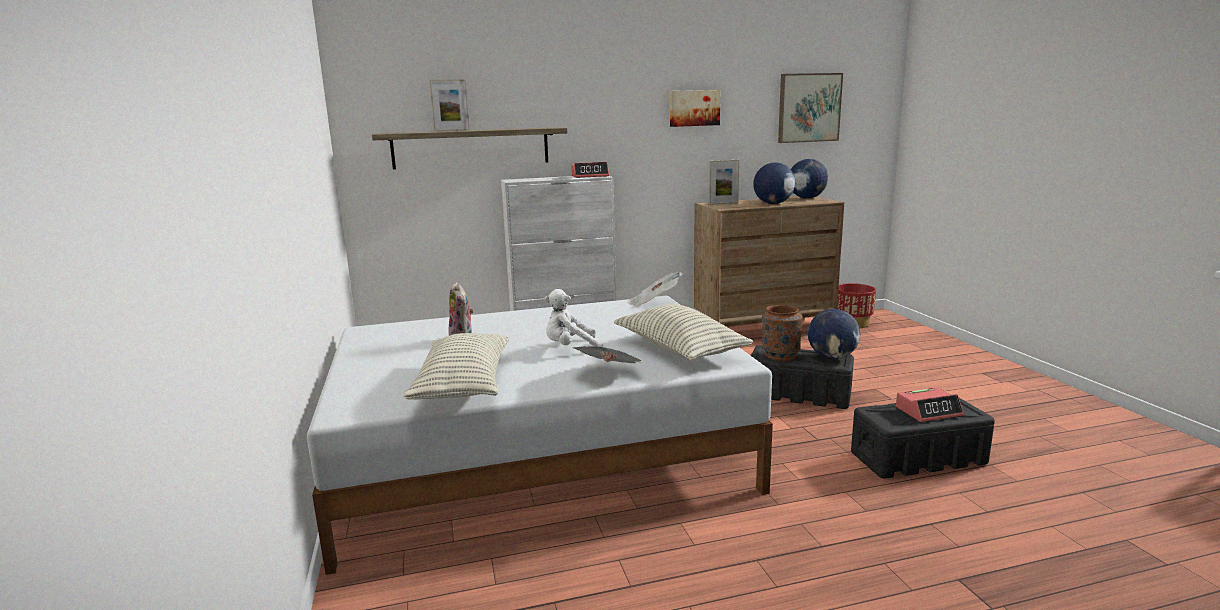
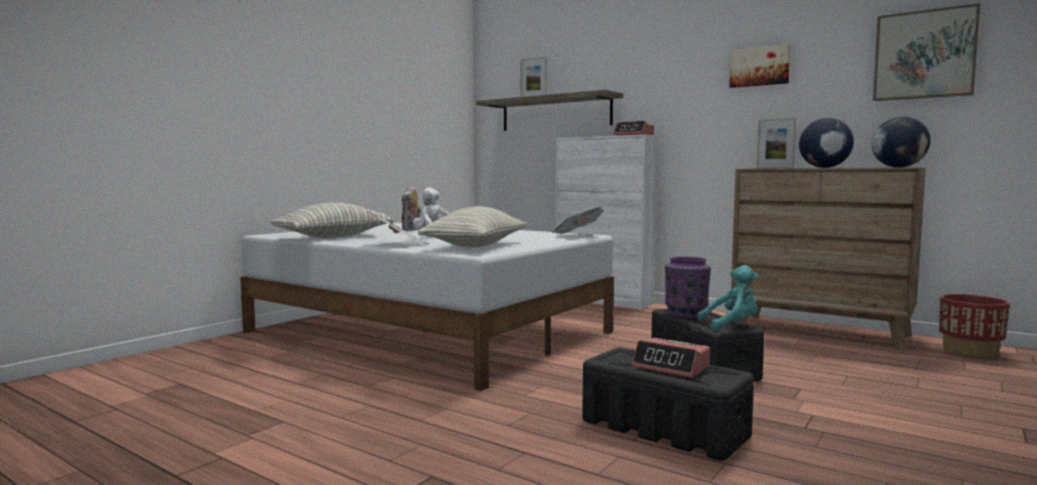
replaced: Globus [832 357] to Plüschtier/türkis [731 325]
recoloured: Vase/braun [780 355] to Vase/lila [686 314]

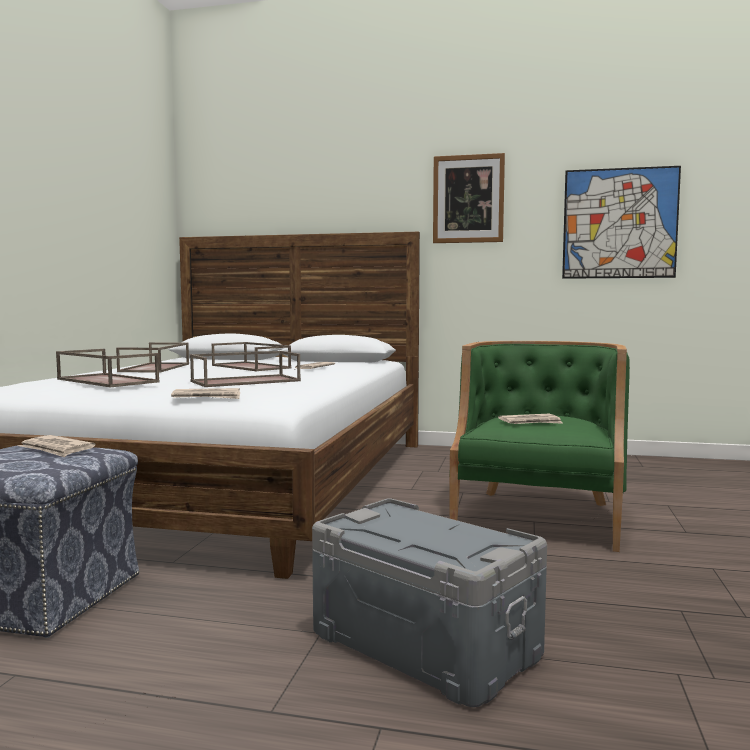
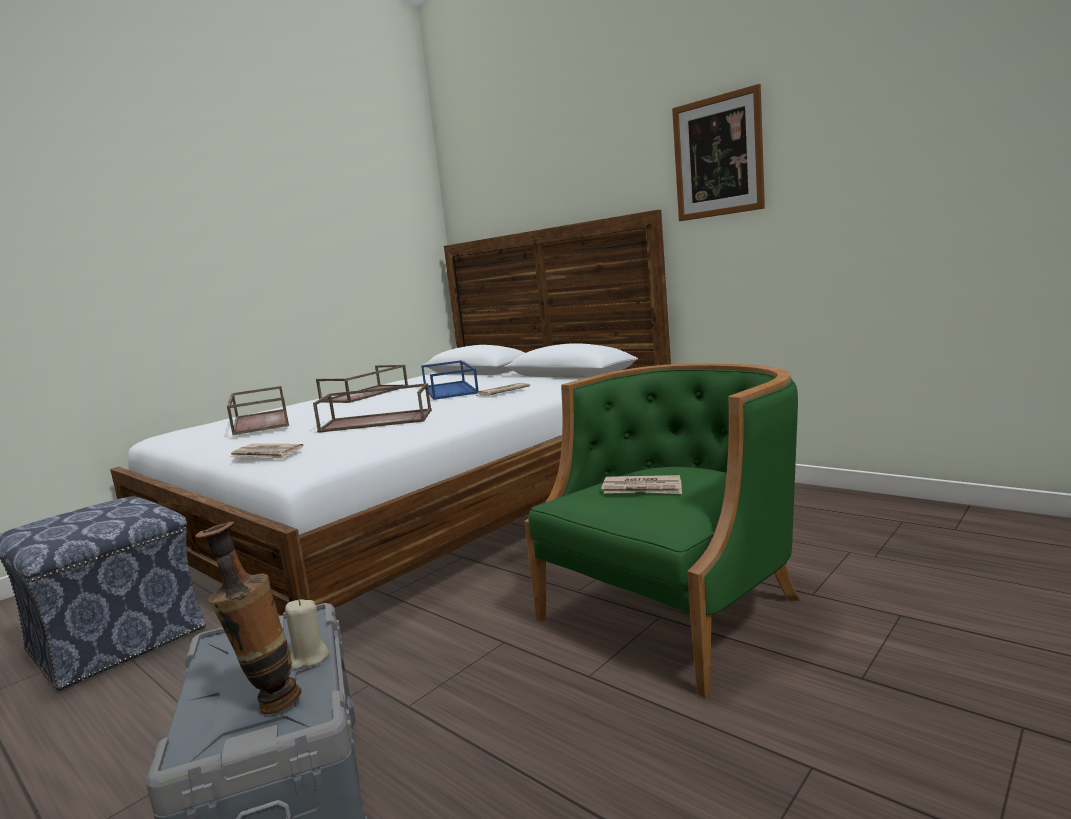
removed: Zeitung [56 449]; Bild [619 223]
added: Vase [268 704]; Kerze/beige [309 658]
recoloured: Tablett/braun [252 367] to Tablett/blau [451 390]

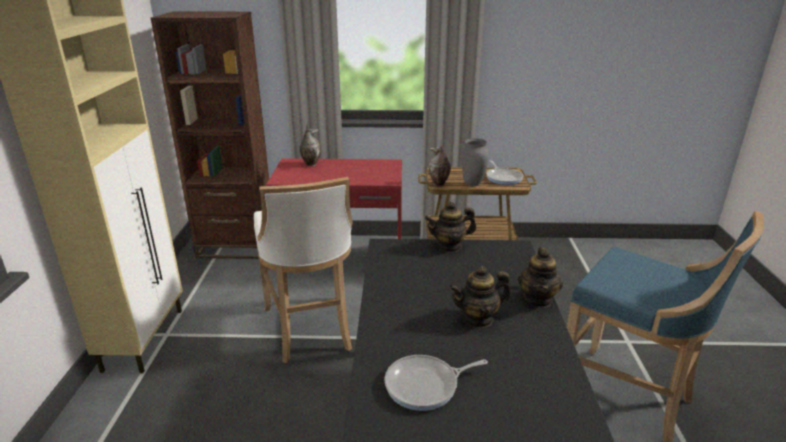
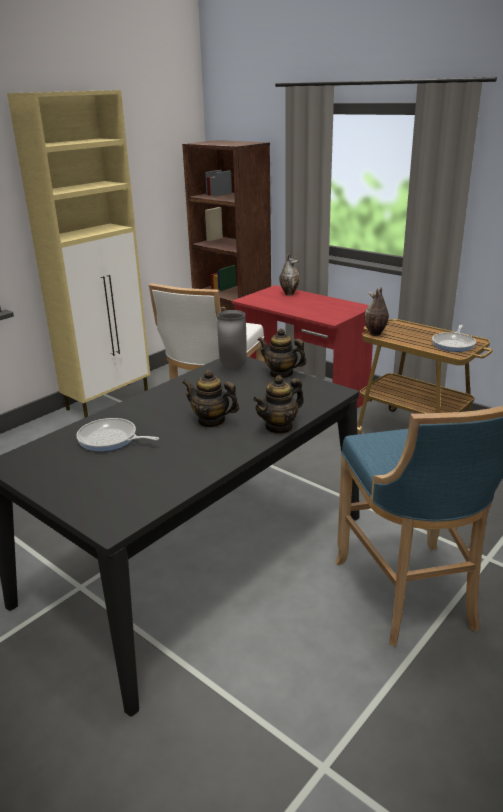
moved: Vase/grau [473 184] to [234 368]

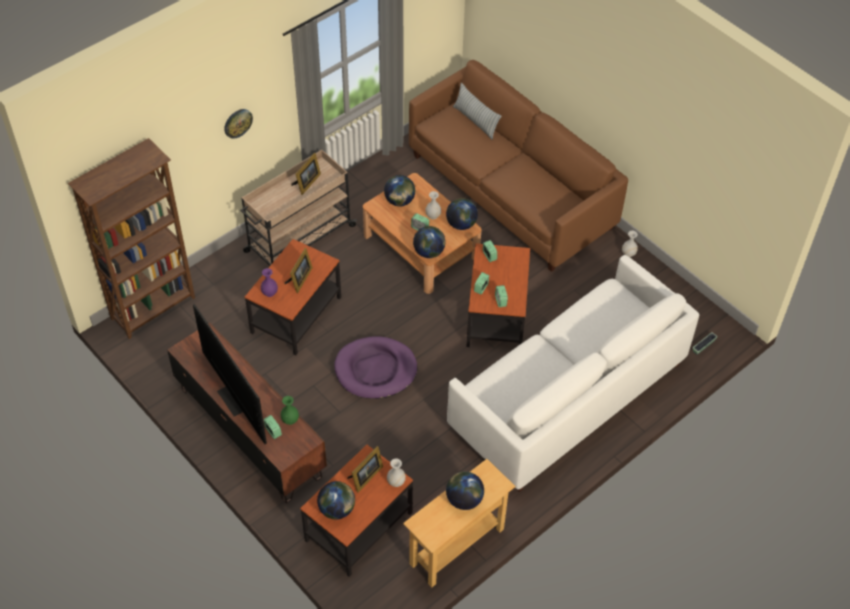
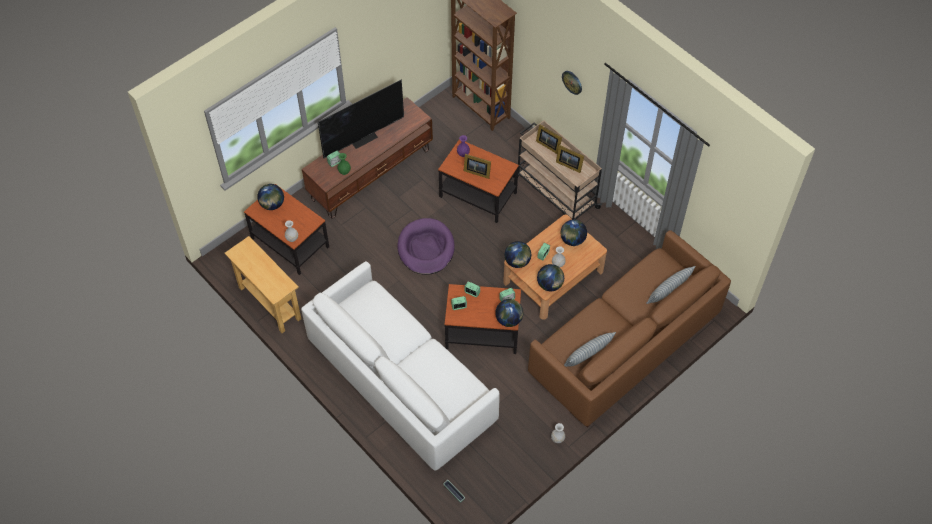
added: Kissen [588 355]
moved: Bilderrahmen [365 477] to [548 145]; Globus [464 499] to [509 319]

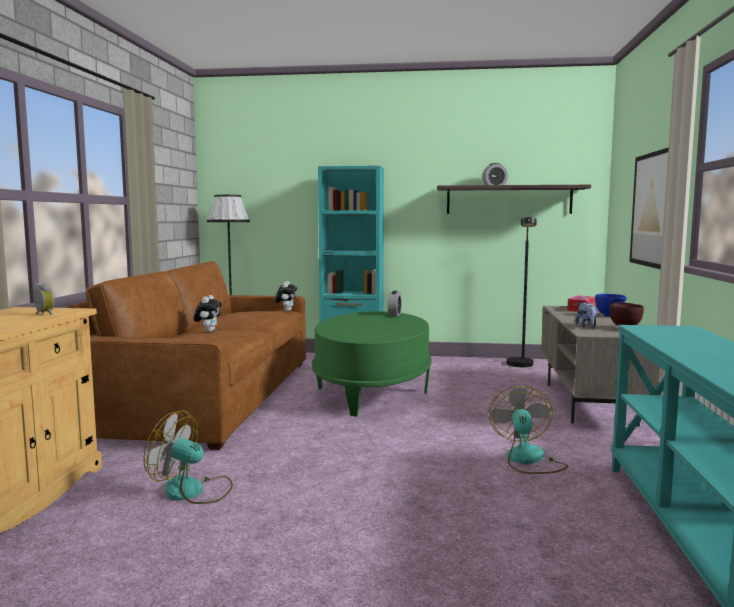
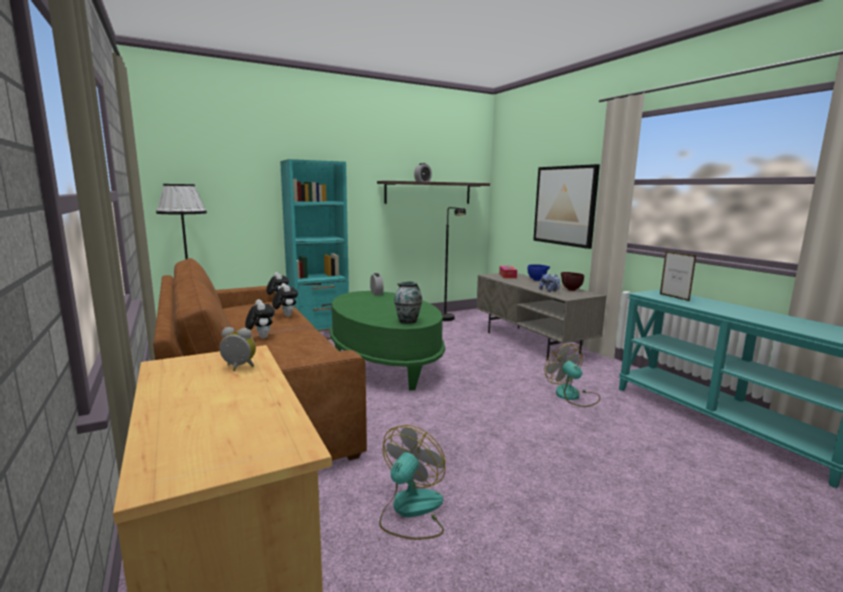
added: Plüschtier [285 316]; Vase [408 321]; Bilderrahmen [674 297]
turned: Ventilator [193 491] = [411 511] 135 degrees clockwise

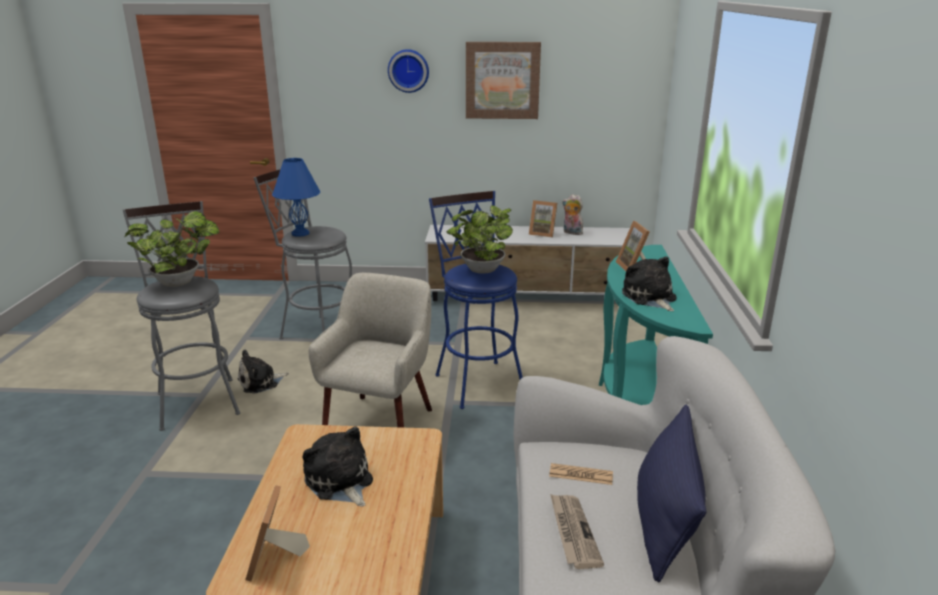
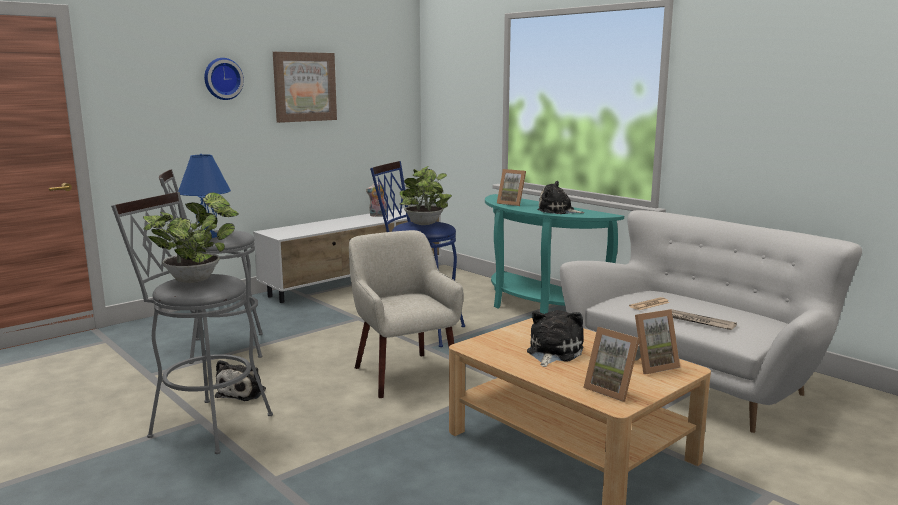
removed: Kissen/blau [665 520]
moved: Bilderrahmen [543 233] to [651 365]
turned: Plüschtier [340 482] = [552 352] 105 degrees clockwise

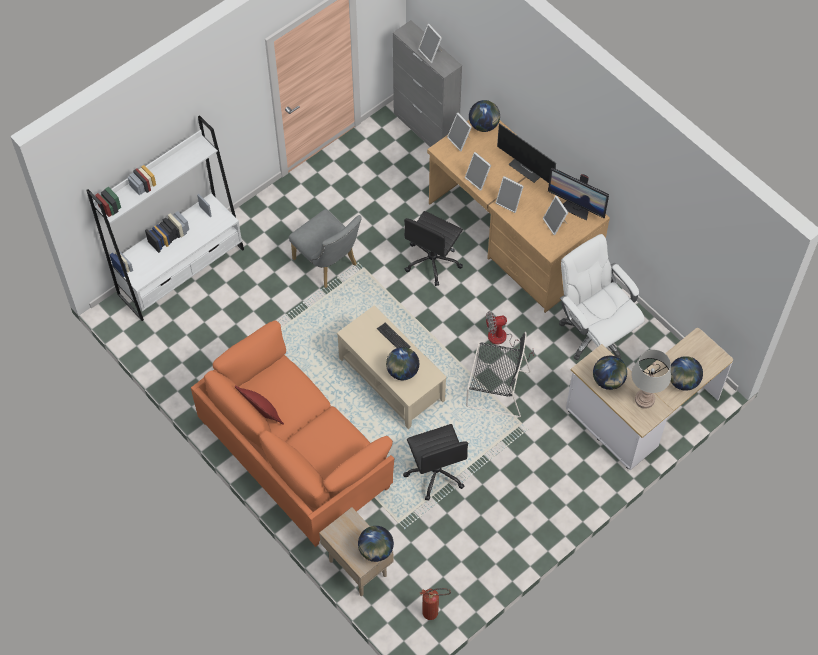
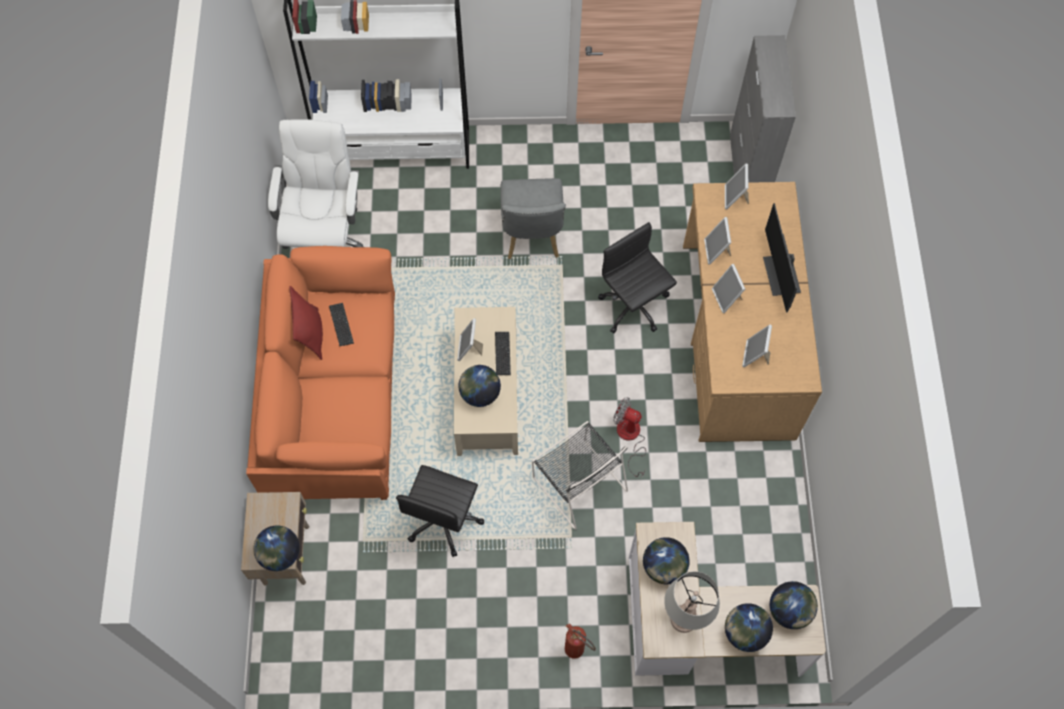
removed: Monitor [576 208]
added: Tastatur [341 325]
moved: Bilderrahmen [431 53] to [469 349]; Feuerlöscher [434 613] to [578 652]; Globus [484 125] to [789 611]; Bürostuhl/weiß [594 333] to [325 236]
turned: Bürostuhl/schwarz [433 261] = [634 307] 75 degrees clockwise

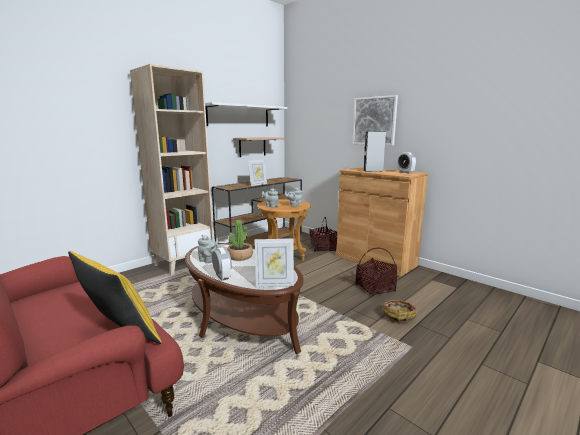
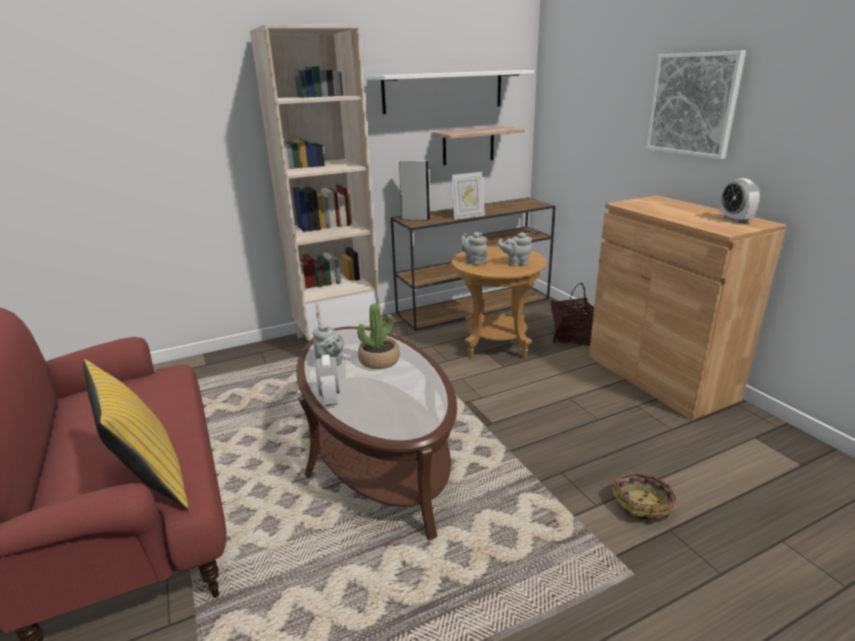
removed: Bilderrahmen [274 284]; Korb [375 288]
moved: Lautsprecher/grau [373 171] to [415 218]

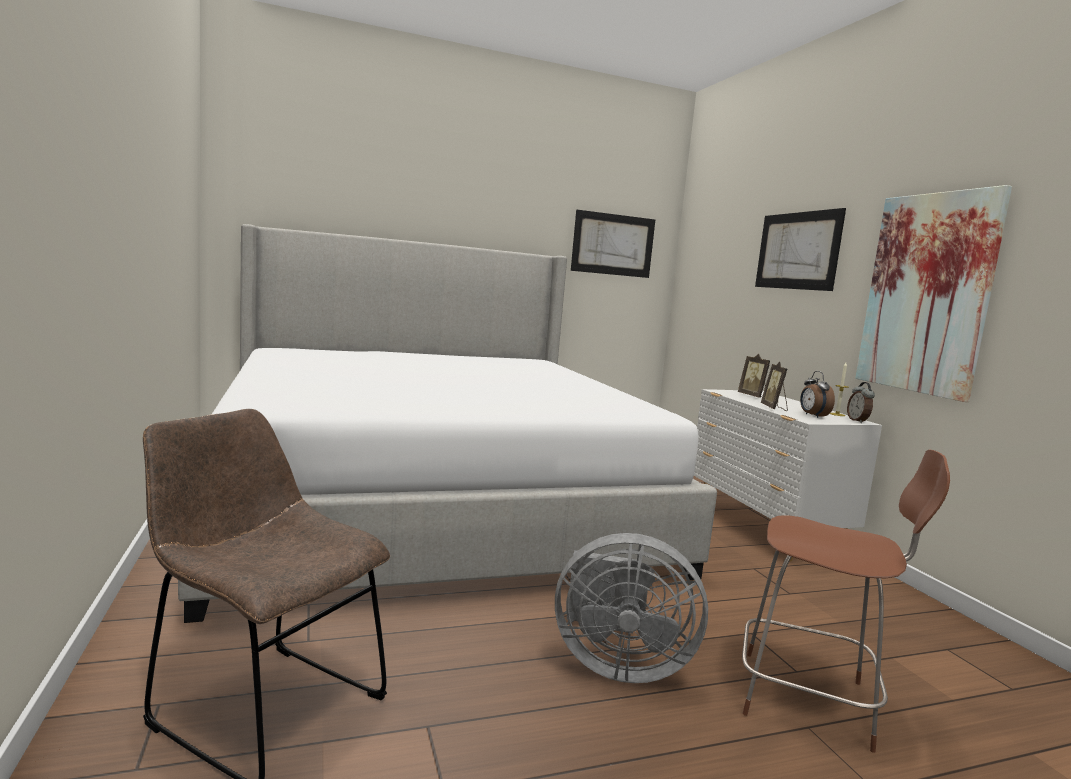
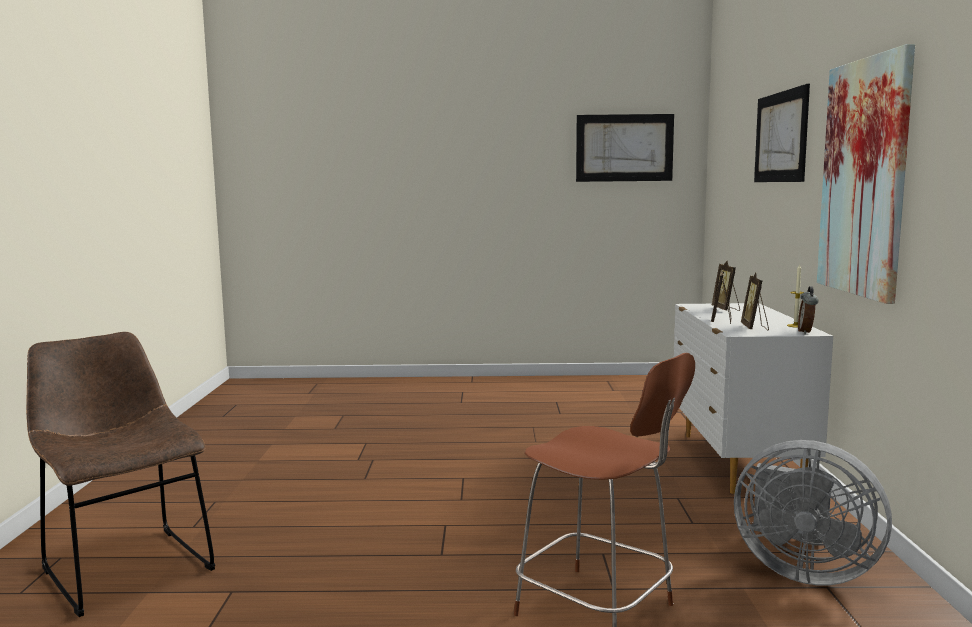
removed: Bett [429 503]
moved: Ventilator/grau [617 664] to [801 570]
replaced: Wecker [812 416] to Bilderrahmen [754 328]

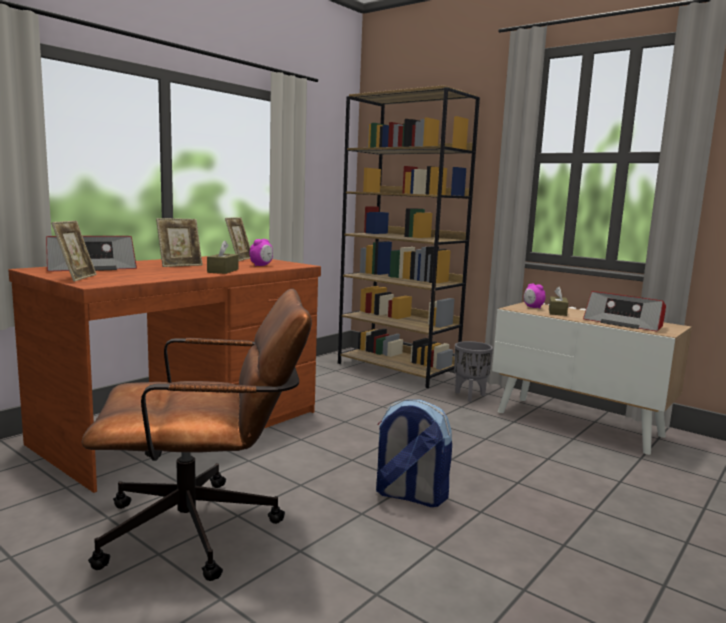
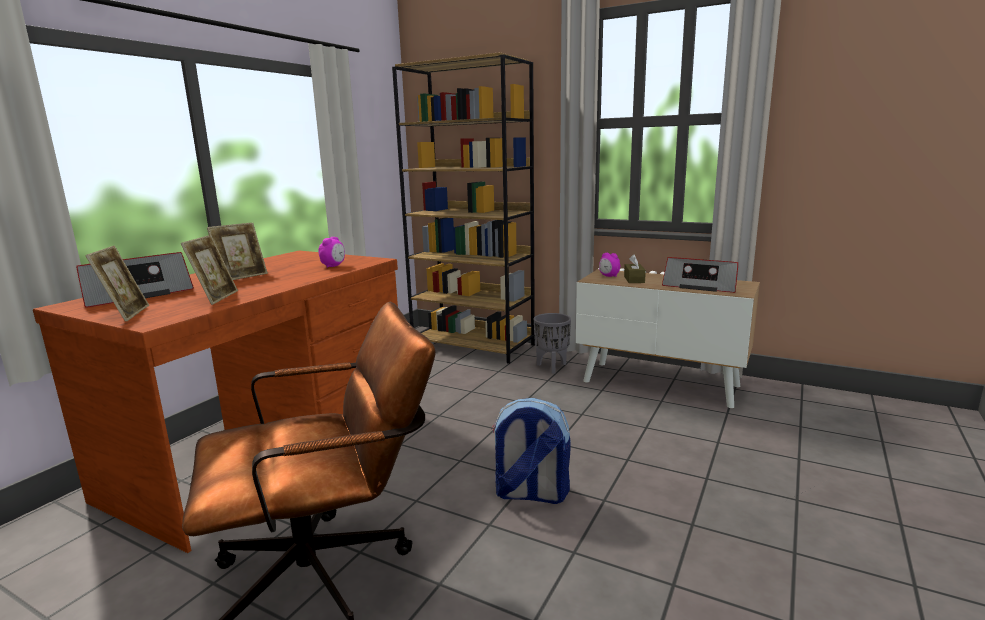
removed: Taschentuchbox/braun [223 271]
moved: Bilderrahmen [239 259] to [216 298]

